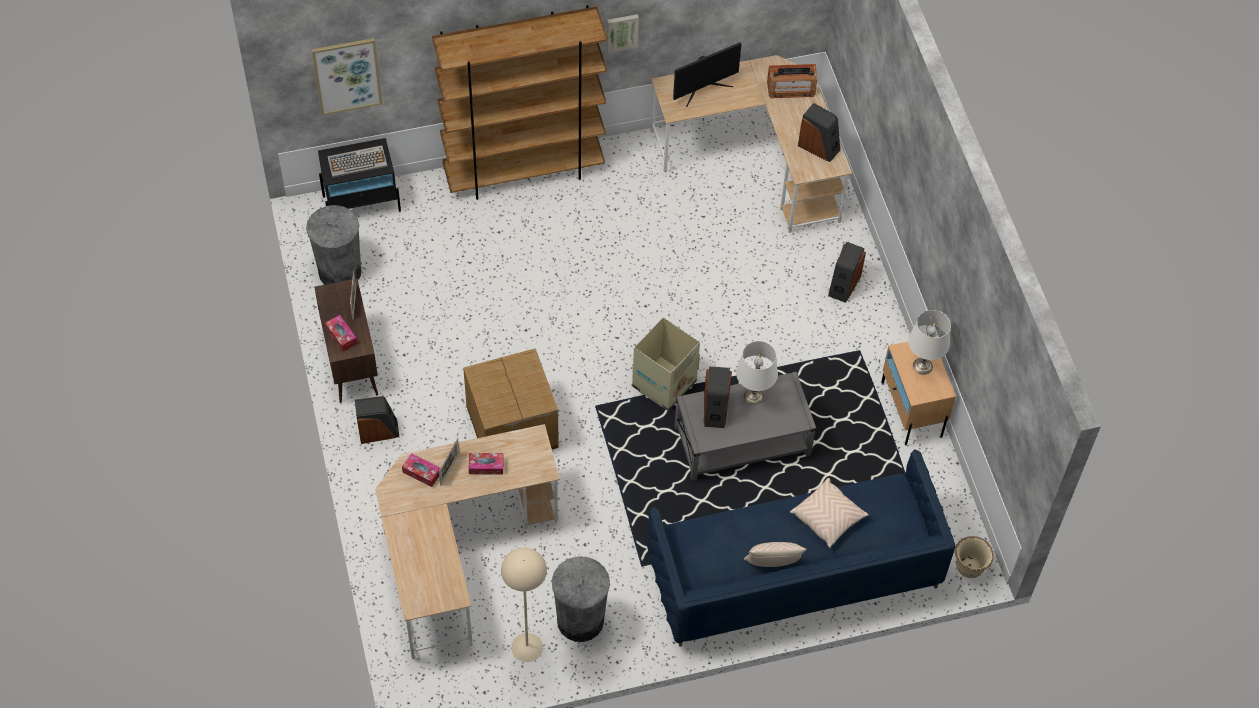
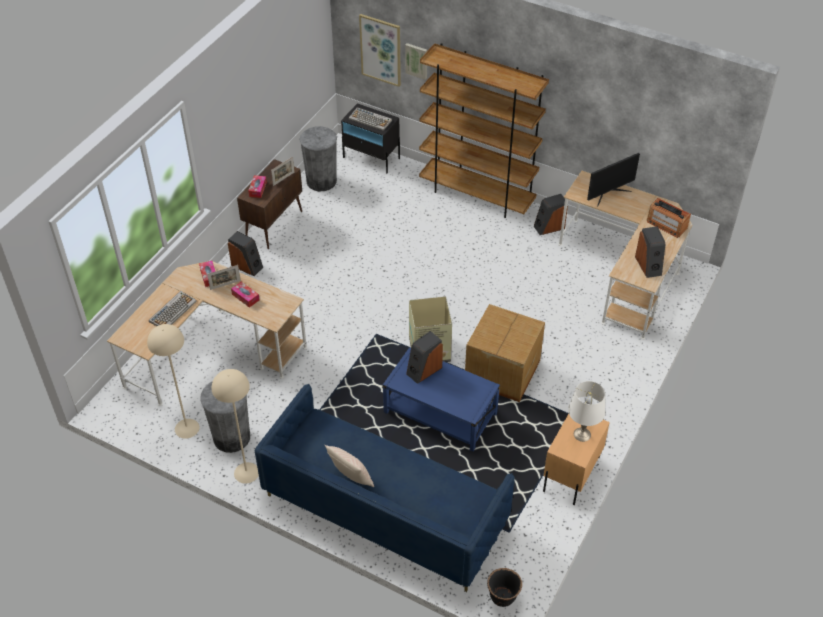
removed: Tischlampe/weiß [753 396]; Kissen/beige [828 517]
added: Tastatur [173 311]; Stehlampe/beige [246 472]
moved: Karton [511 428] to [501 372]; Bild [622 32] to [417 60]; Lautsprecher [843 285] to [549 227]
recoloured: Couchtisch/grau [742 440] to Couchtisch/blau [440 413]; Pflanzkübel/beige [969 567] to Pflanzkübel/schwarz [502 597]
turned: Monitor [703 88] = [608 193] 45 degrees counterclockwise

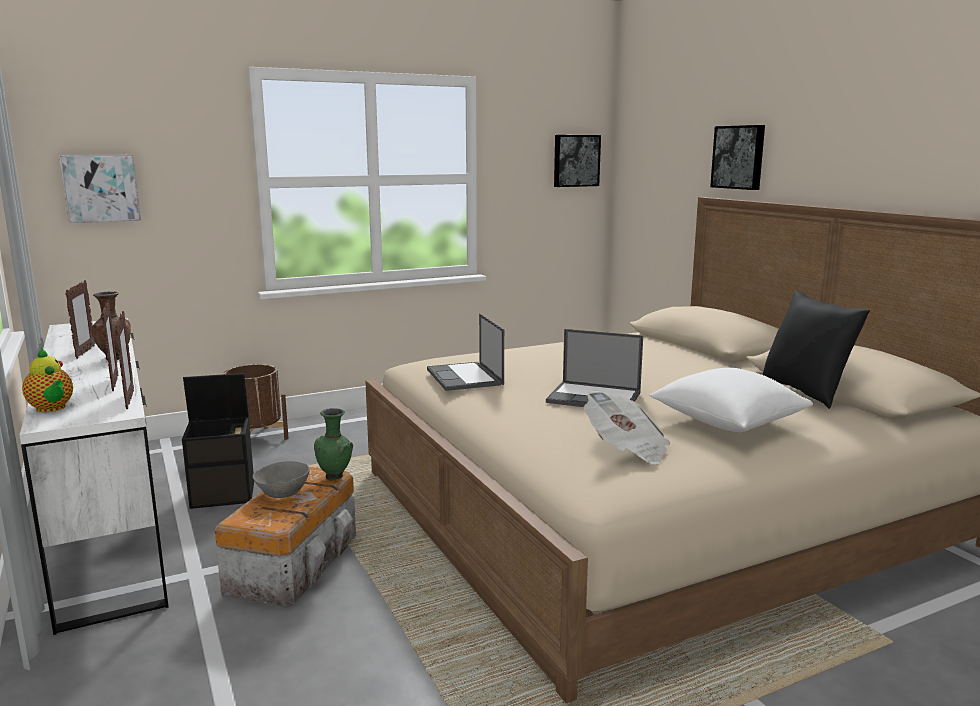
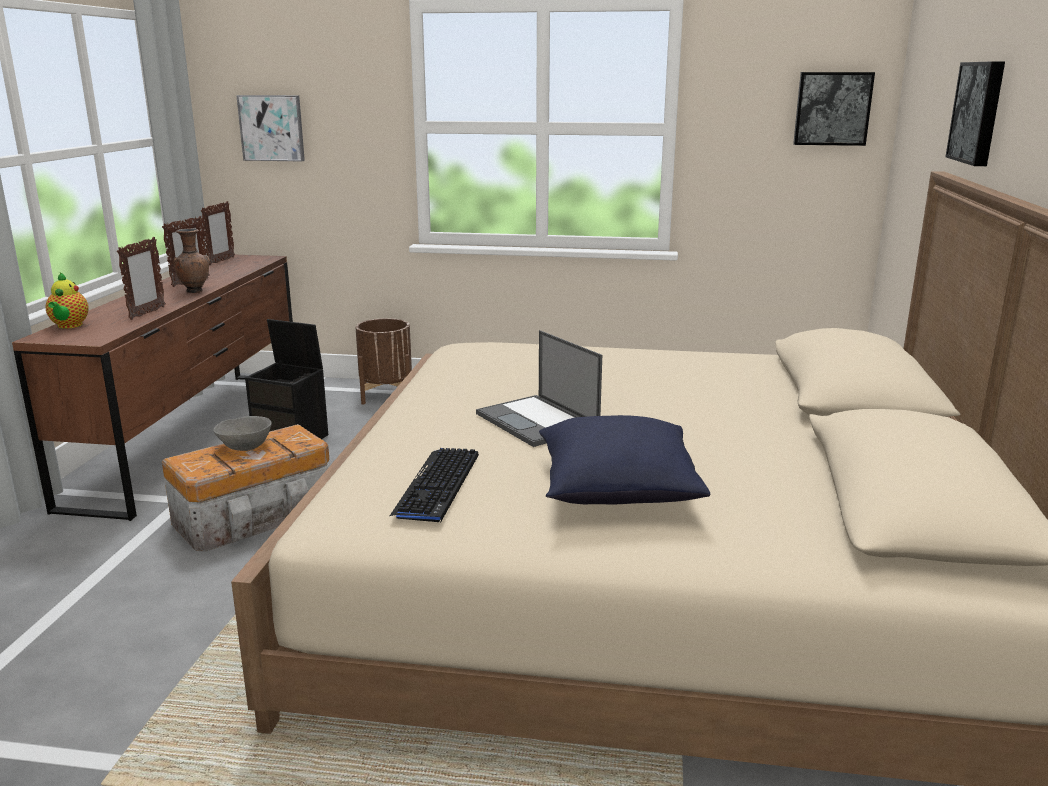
removed: Vase/grün [335 477]; Laptop [465 377]; Kissen/schwarz [805 392]
moved: Bilderrahmen [129 400] to [221 261]
replaced: Zeitung [626 449] to Tastatur [437 485]
recoloured: Kommode/weiß [110 517] to Kommode/braun [195 435]; Kissen/weiß [727 422] to Kissen/blau [617 490]

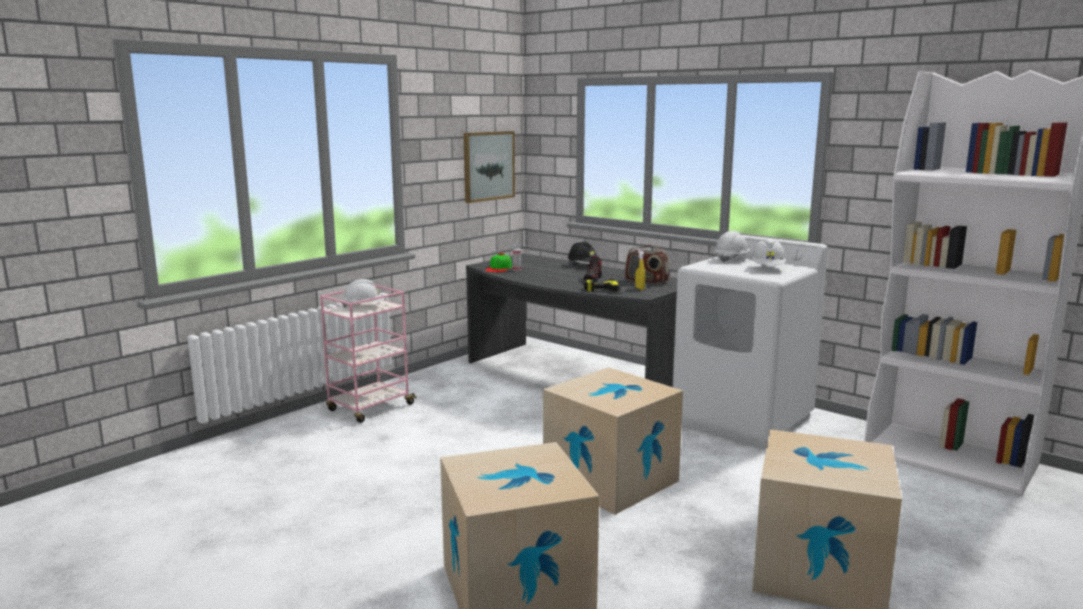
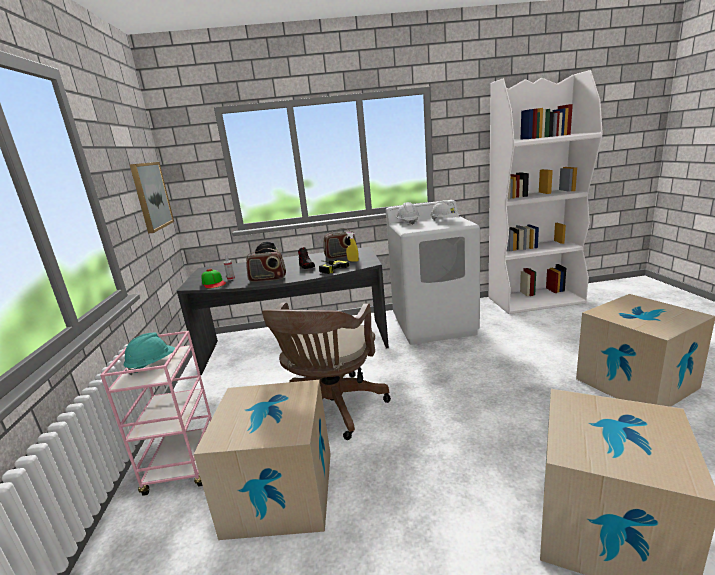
added: Radio [267 279]; Bürostuhl/braun [332 409]
moved: Karton [610 480] to [280 492]
recoloured: Schutzhelm/weiß [363 306] to Schutzhelm/türkis [152 364]

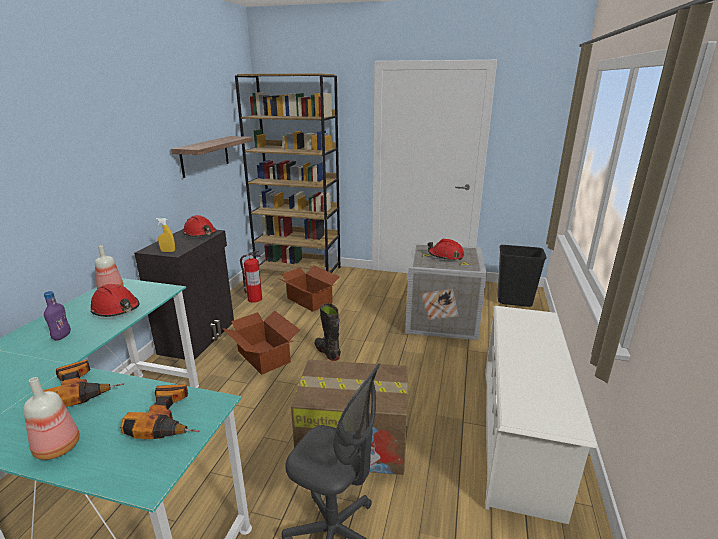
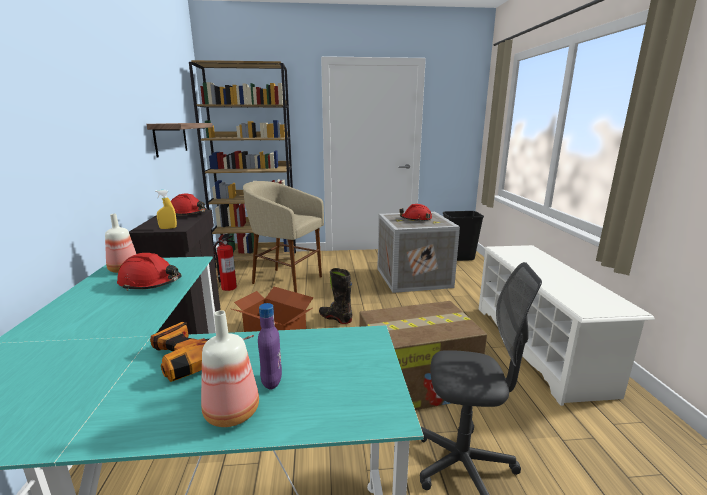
removed: Bohrmaschine [169 419]
moved: Flasche/lila [62 336] to [271 381]
replaced: Karton [309 300] to Hocker/beige [286 281]

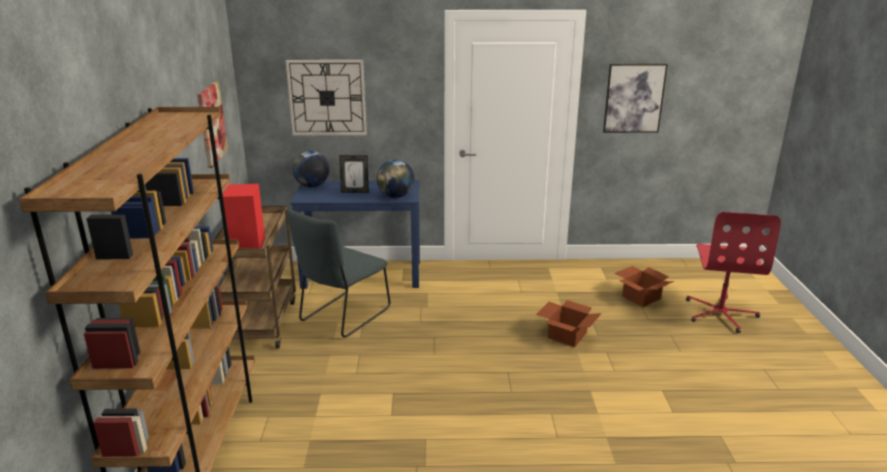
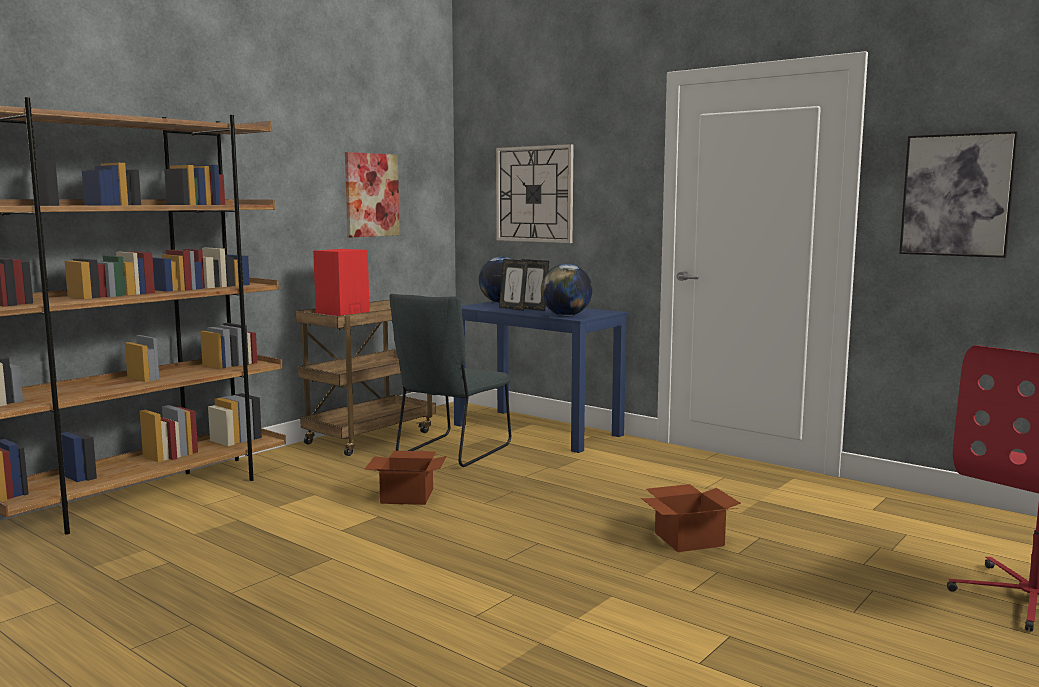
added: Bilderrahmen [513 308]
moved: Karton [641 297] to [408 496]
turned: Stuhl/grau [342 316] = [451 452] 45 degrees counterclockwise

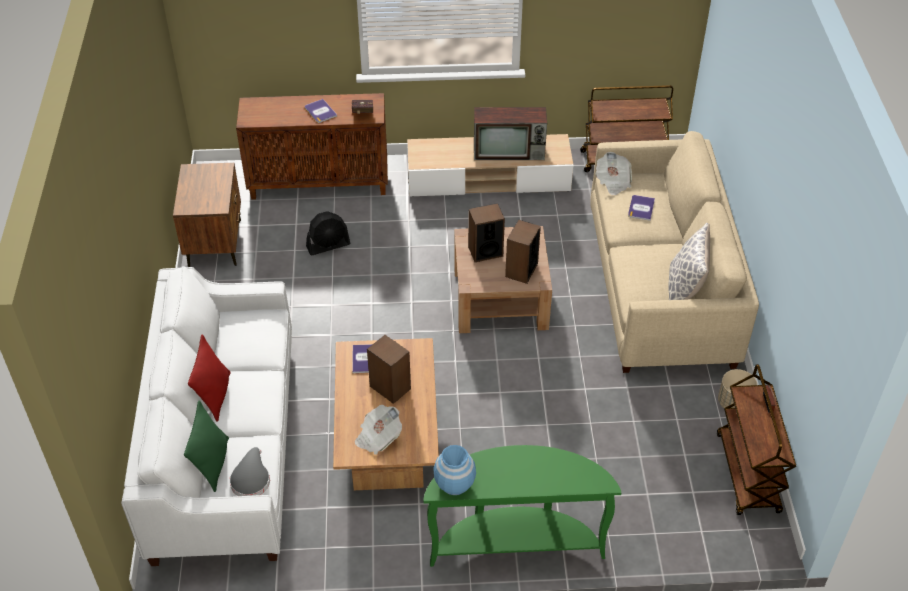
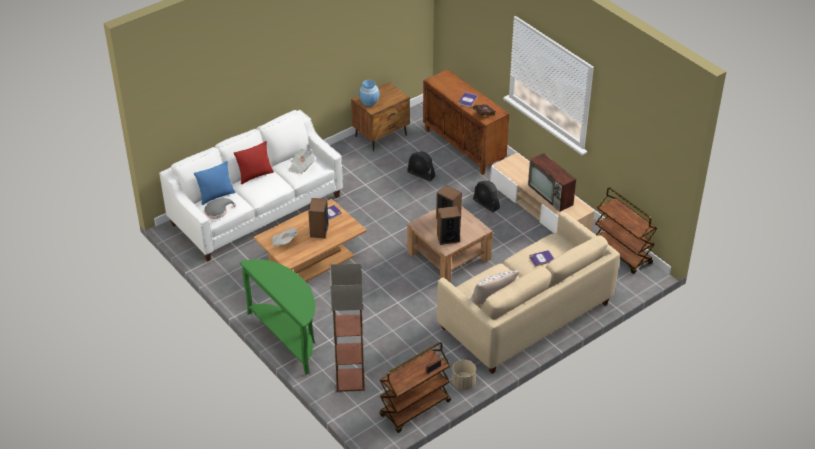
added: Stehlampe [350 381]; Ventilator/schwarz [486 204]
moved: Vase/blau [454 484] to [369 102]; Zeitung [613 182] to [301 167]
recoloured: Kissen/grün [212 464] to Kissen/blau [216 196]

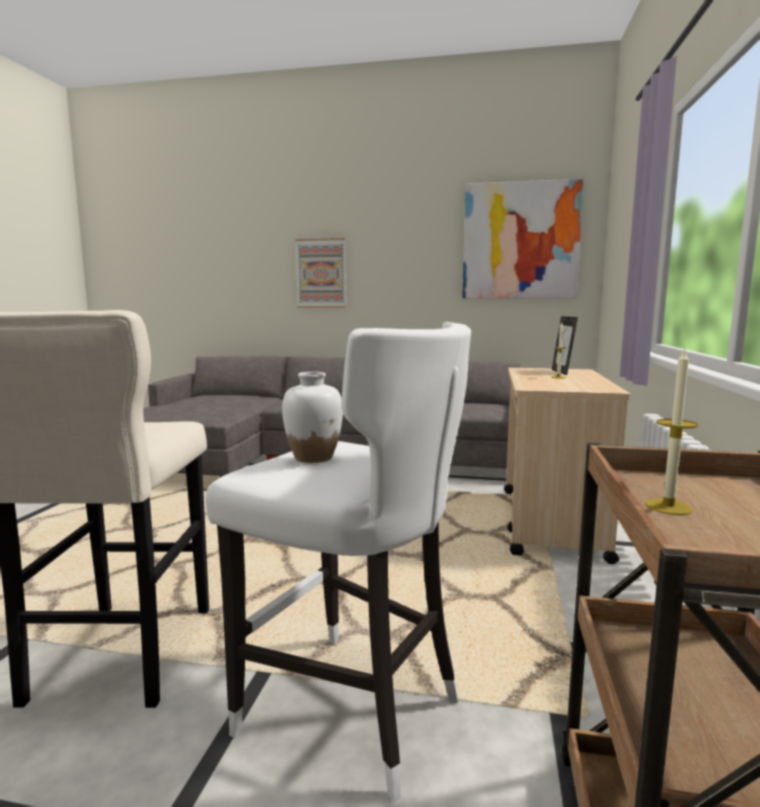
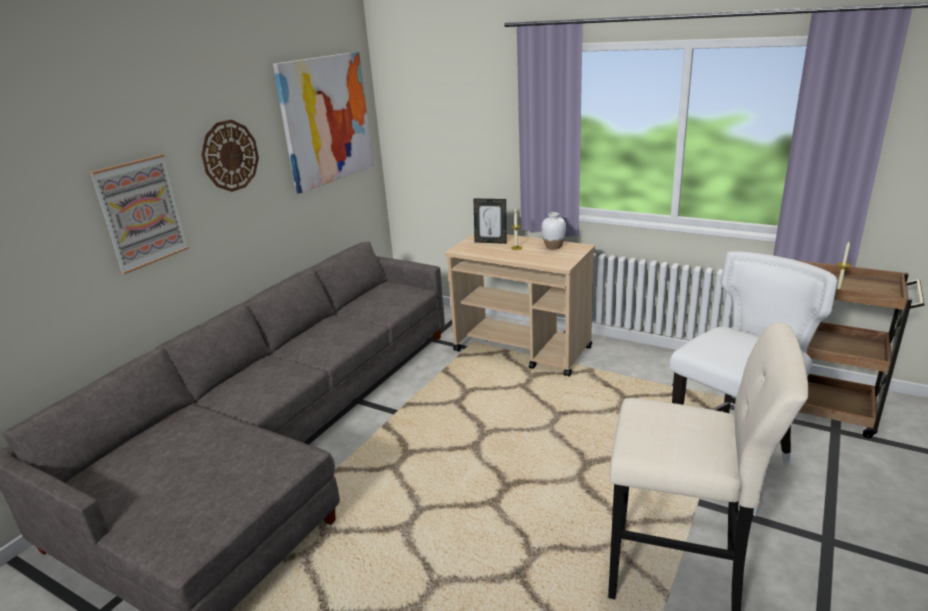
added: Wanduhr [230 156]
moved: Vase/weiß [313 457] to [553 246]

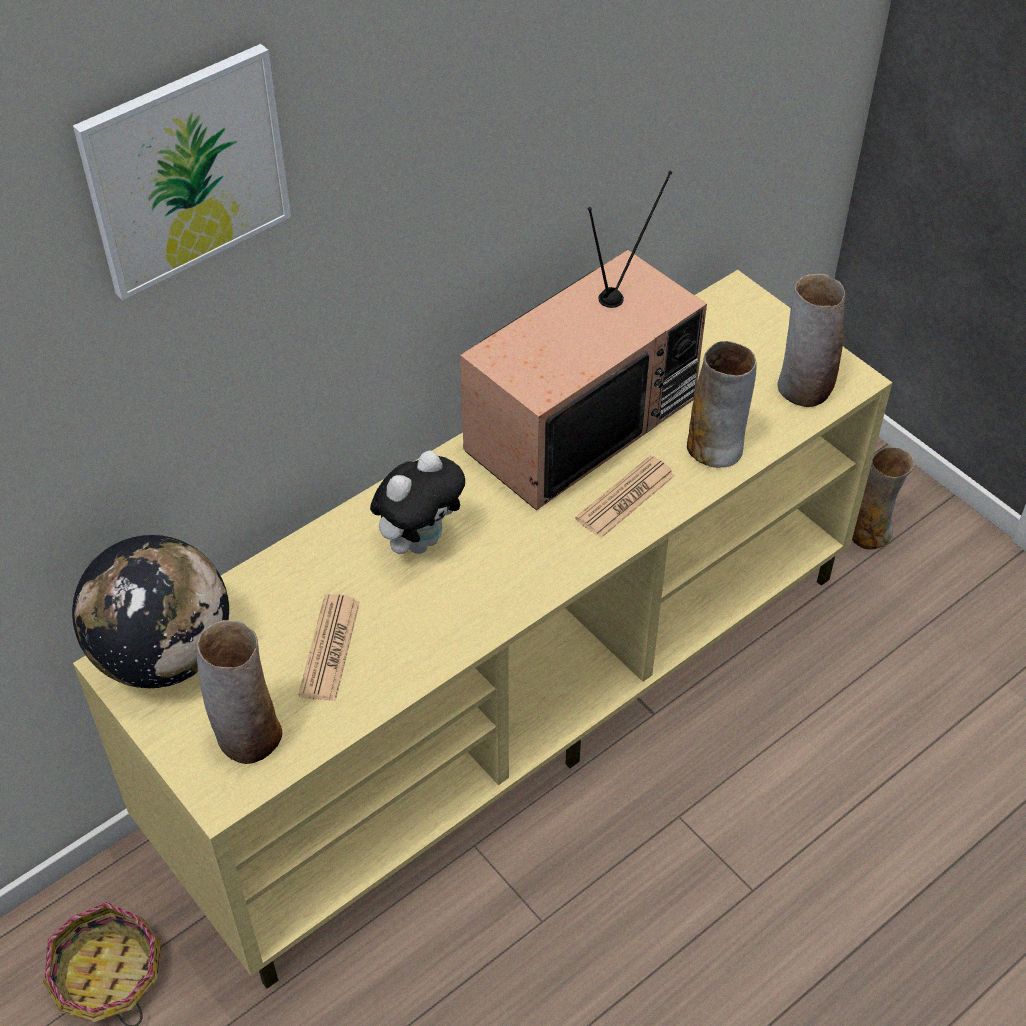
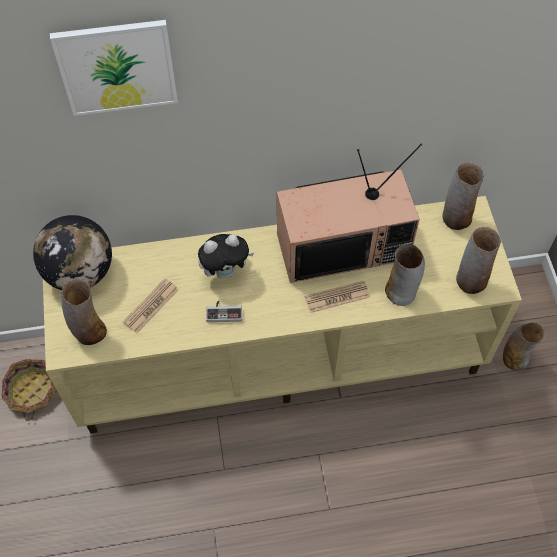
added: Gamepad [224 312]; Vase [455 218]

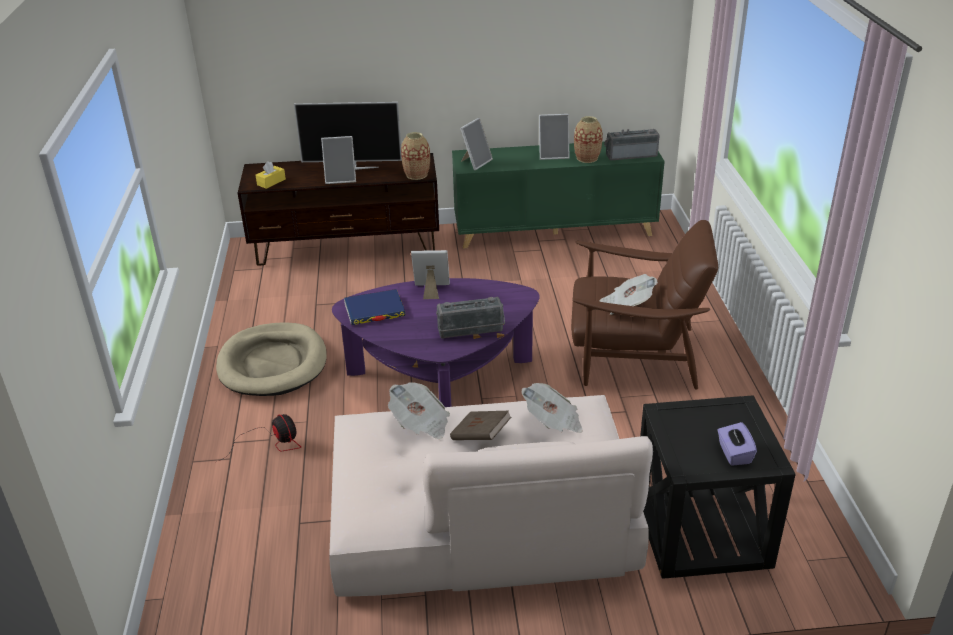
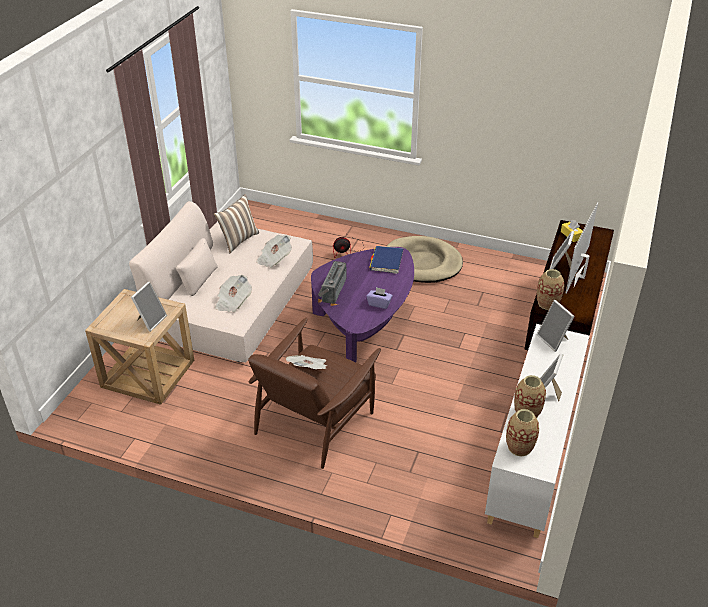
removed: Buch/braun [480 436]
added: Kissen [238 240]
moved: Bilderrahmen [431 290] to [150 320]; Taschentuchbox/lila [734 454] to [379 303]
replaced: Radio [630 154] to Vase [519 447]
recoloured: Schrank/grün [555 230] to Schrank/weiß [532 455]; Beistelltisch/schwarz [701 530] to Beistelltisch/beige [148 373]

